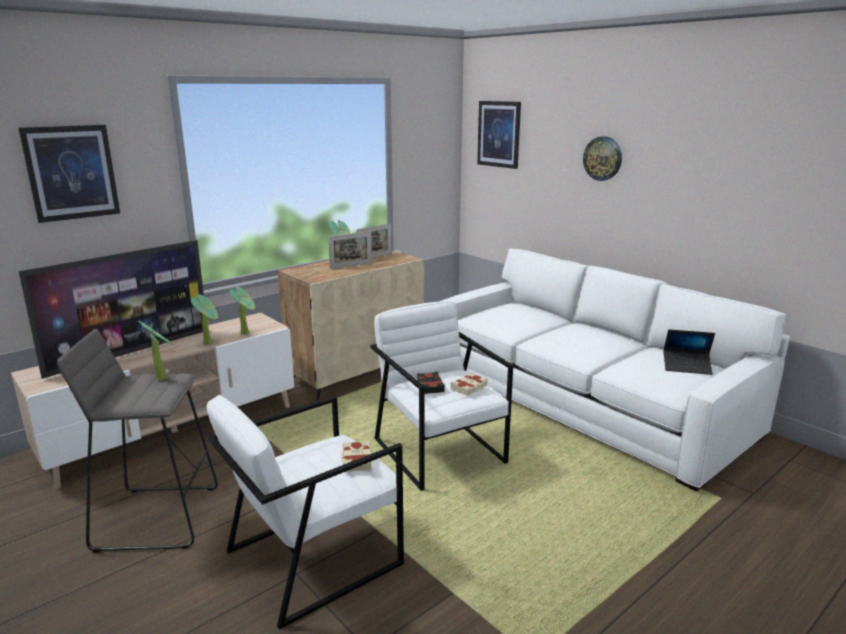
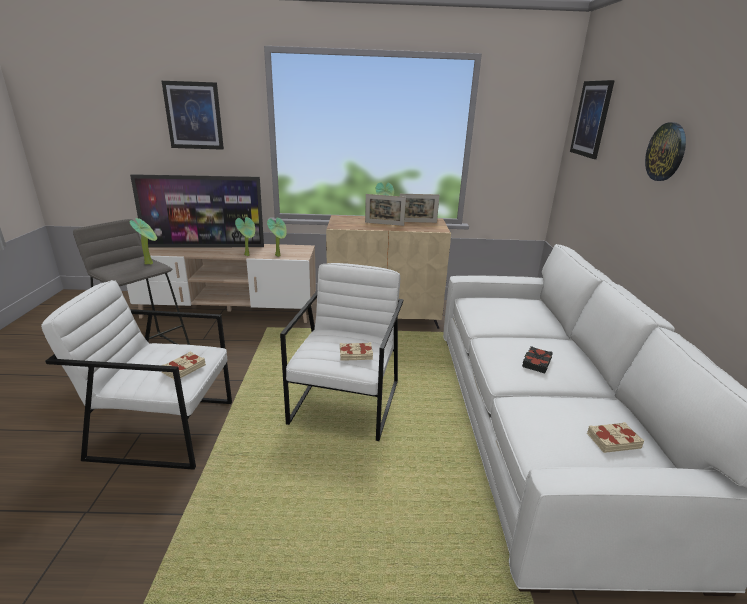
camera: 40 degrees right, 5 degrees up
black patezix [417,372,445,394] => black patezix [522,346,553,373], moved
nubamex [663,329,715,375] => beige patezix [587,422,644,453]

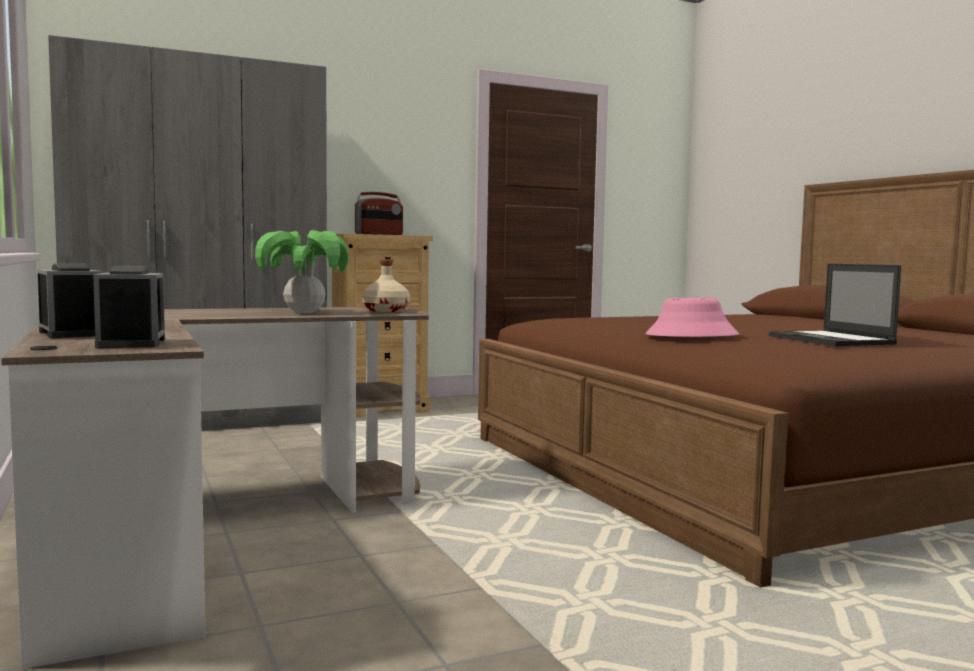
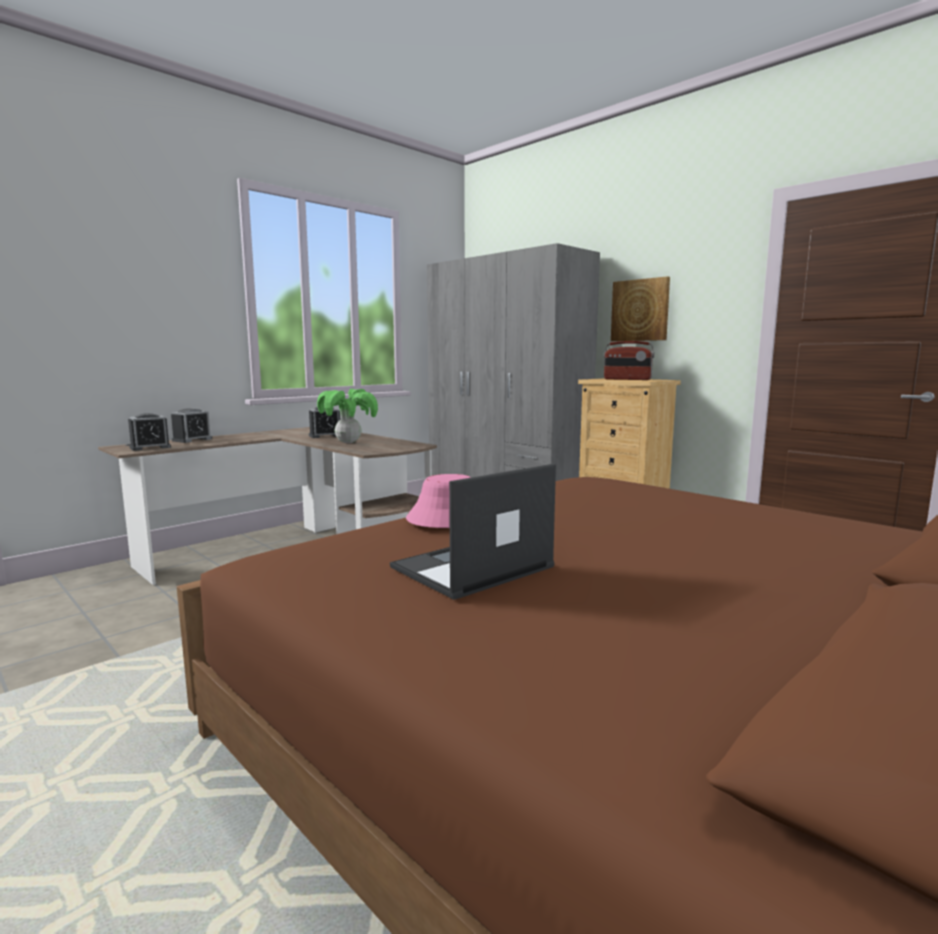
camera: 70 degrees right, 5 degrees up
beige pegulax [362,259,410,312] => nothing
nothing => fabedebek [309,407,340,438]
nothing => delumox [611,276,670,341]

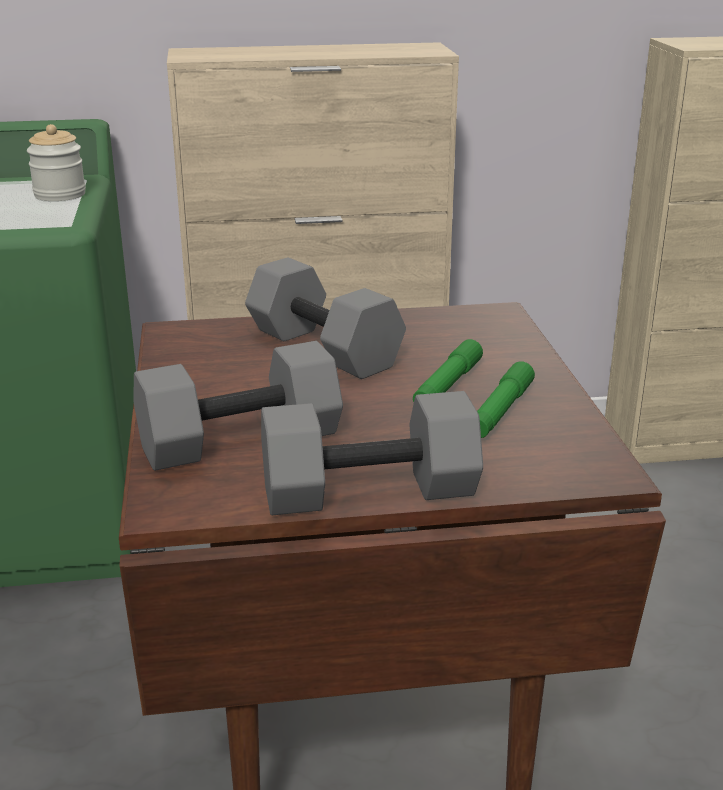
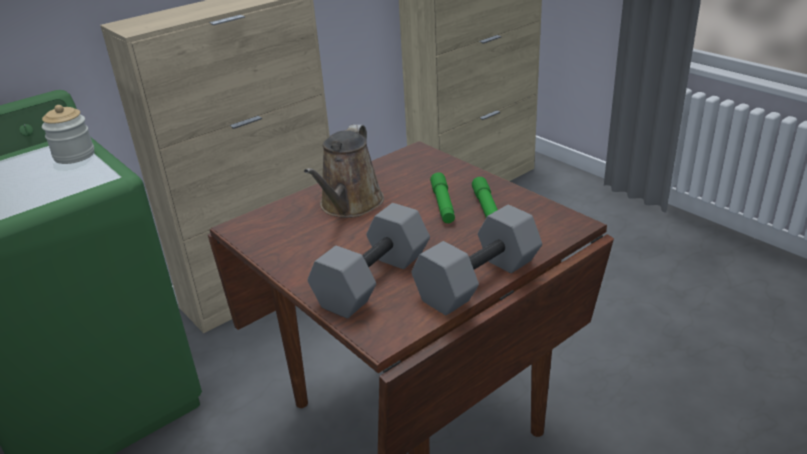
camera: 30 degrees left, 5 degrees up
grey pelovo [245,258,406,379] => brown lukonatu [304,125,384,218]

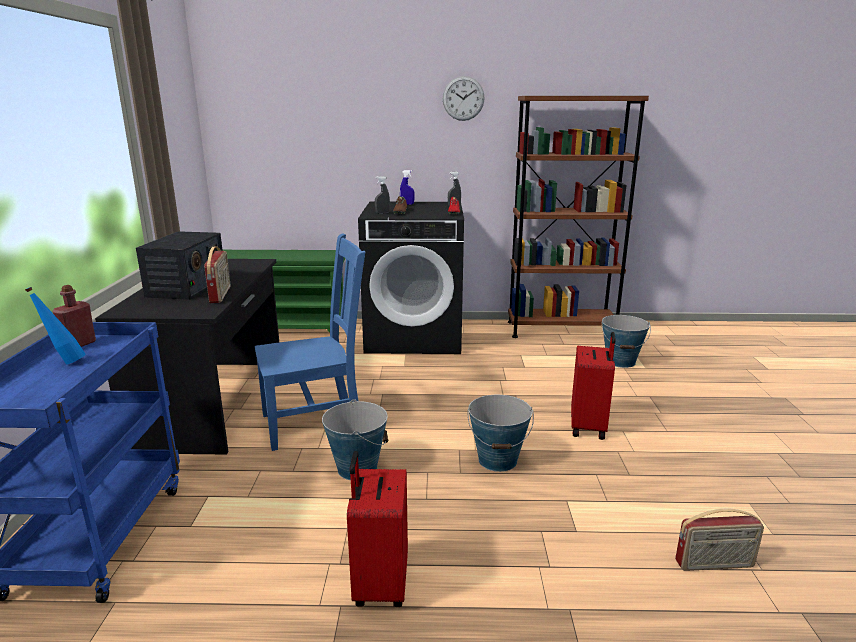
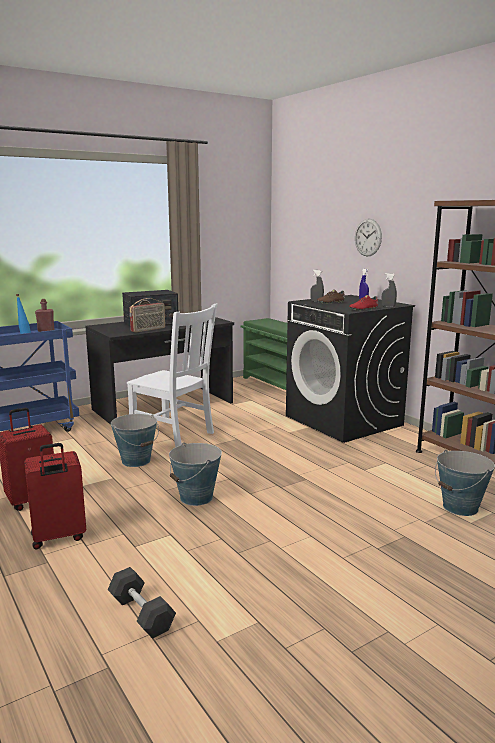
camera: 55 degrees right, 5 degrees down
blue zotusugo [255,233,365,451] => white zotusugo [127,303,217,447]
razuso [443,76,485,121] => razuso [355,219,382,256], moved
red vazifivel [571,332,616,440] => red vazifivel [24,443,86,549], moved
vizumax [675,509,764,571] => grey pelovo [108,567,176,639]

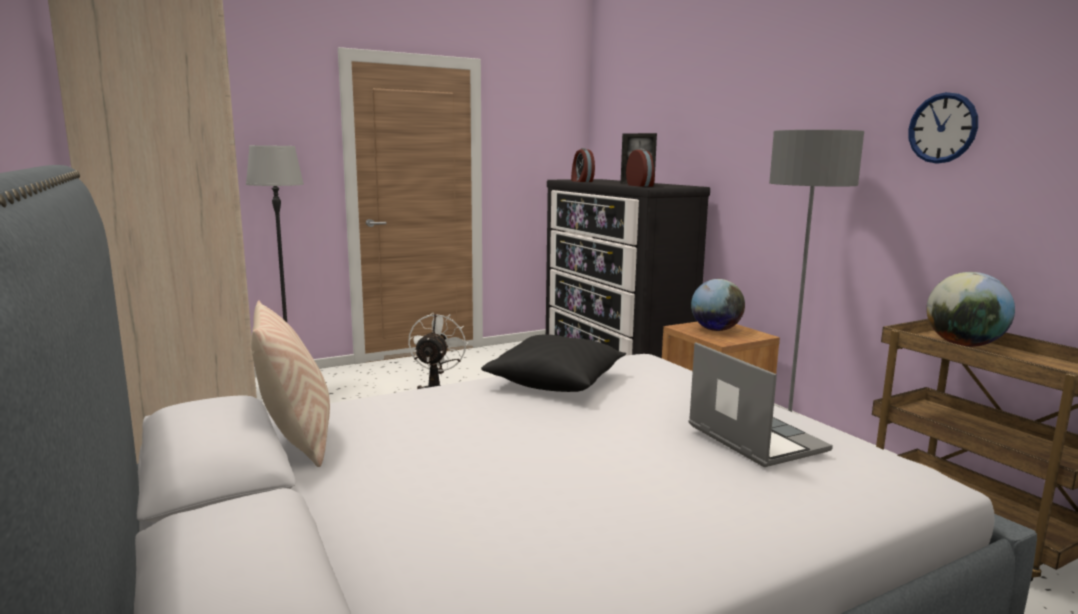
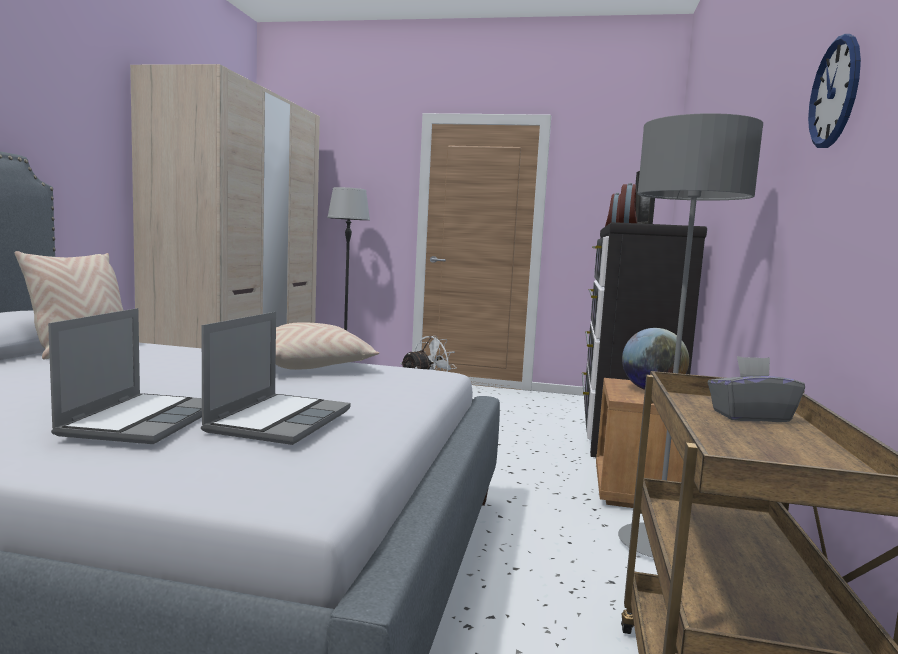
camera: 40 degrees right, 5 degrees down
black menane [481,334,626,392] => beige menane [276,322,379,370]
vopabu [926,272,1015,347] => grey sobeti [708,356,805,422]
nothing => nubamex [48,308,202,444]

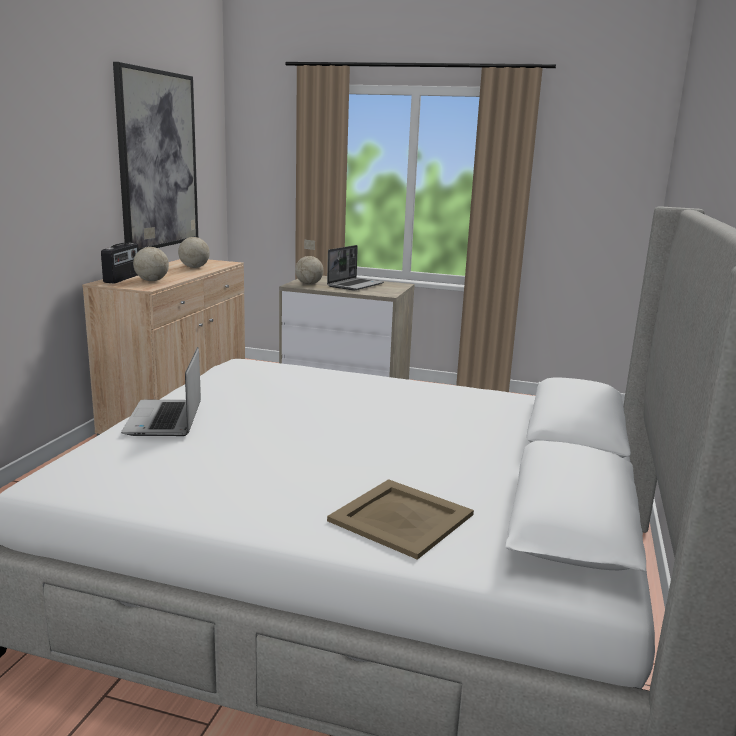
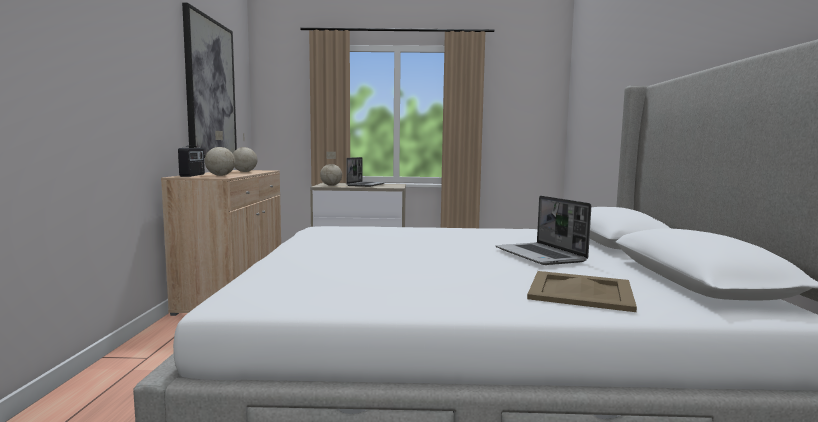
camera: 15 degrees left, 10 degrees down
nubamex [121,347,201,436] => nubamex [496,196,591,265], moved

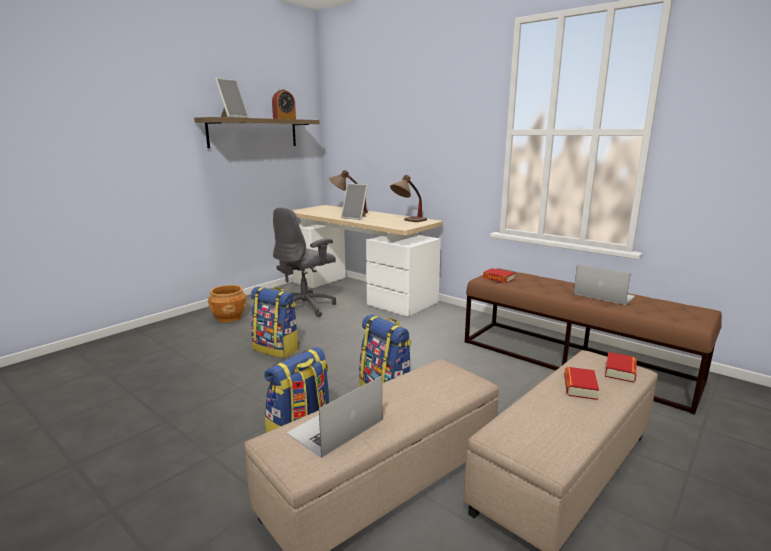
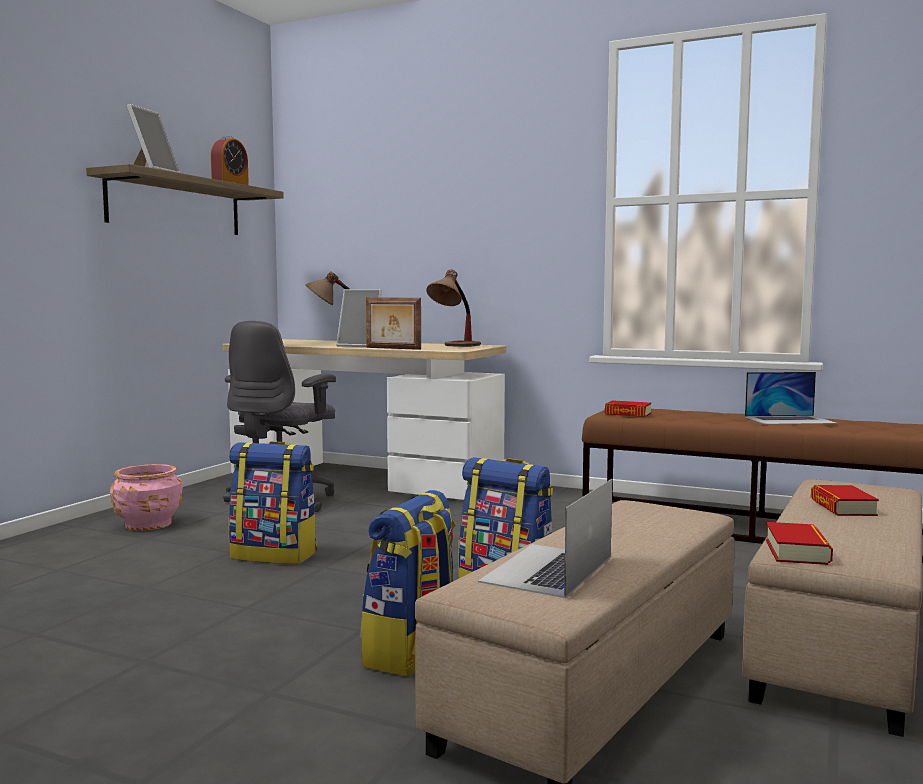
camera: 15 degrees left, 10 degrees down
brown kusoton [208,285,247,323] => pink kusoton [110,464,183,531]
nubamex [574,264,635,305] => nubamex [745,372,838,425], 150 degrees clockwise
patezix [605,352,636,382] => patezix [766,522,833,565], moved
nothing => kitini [366,298,421,350]

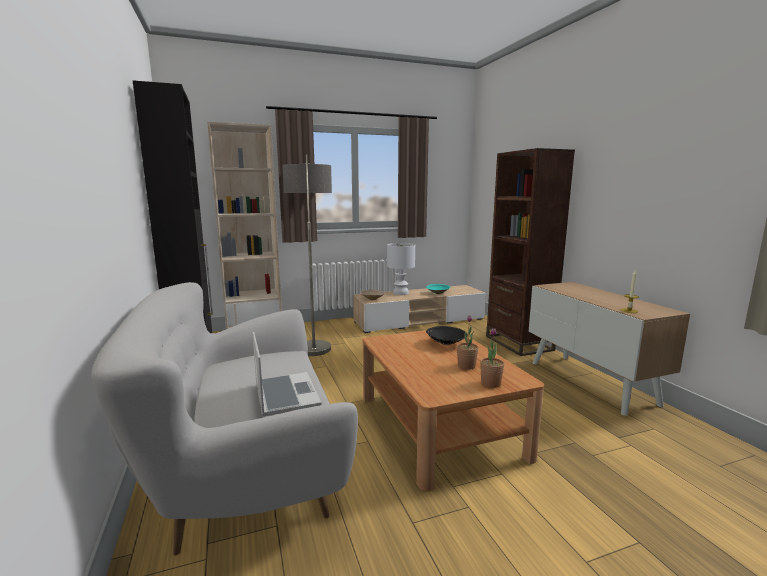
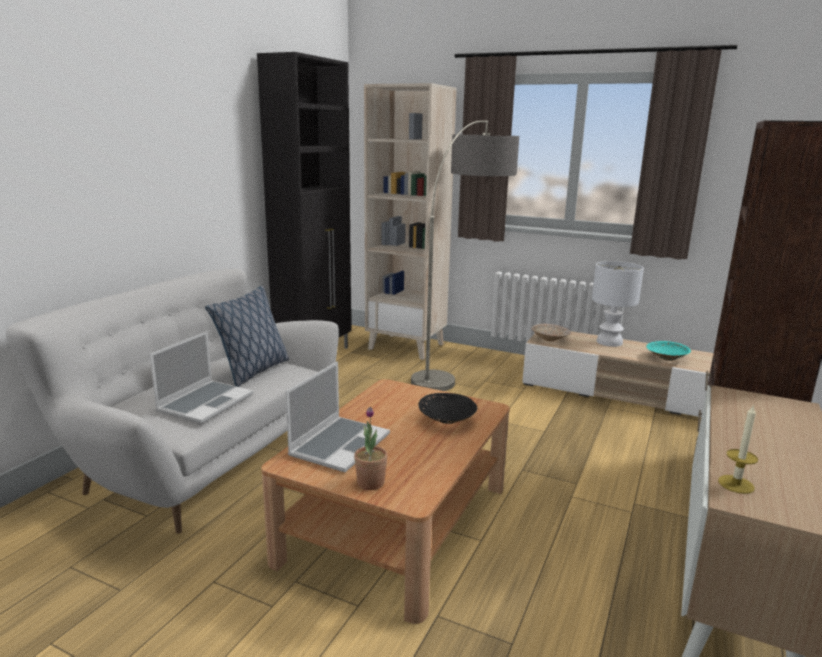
camera: 45 degrees right, 5 degrees up
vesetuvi [457,315,478,370] => nothing
nothing => menane [205,286,289,387]
nothing => nubamex [285,362,390,472]

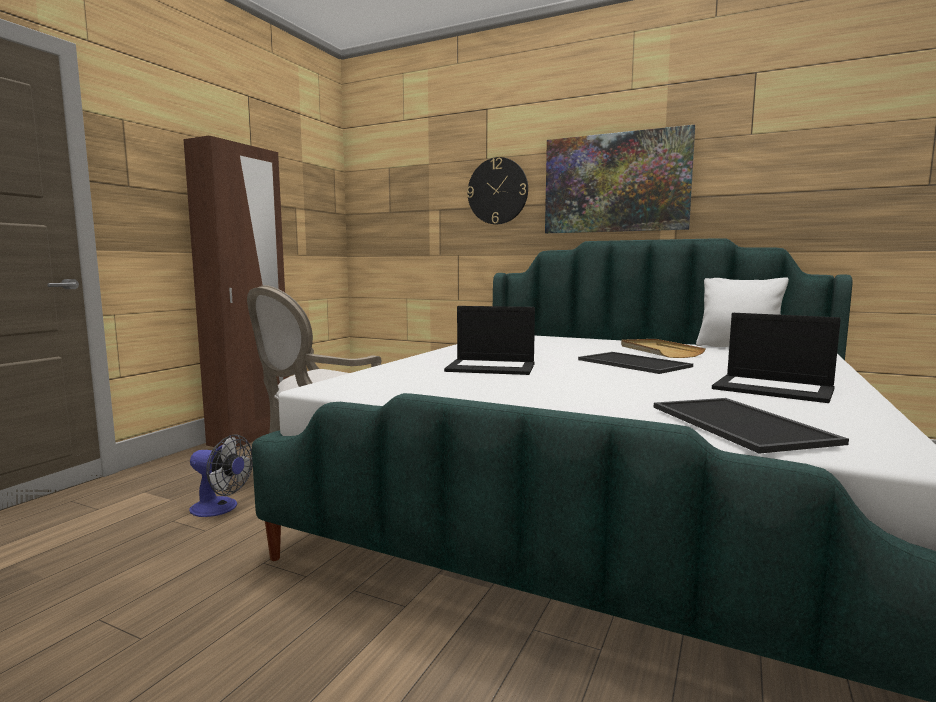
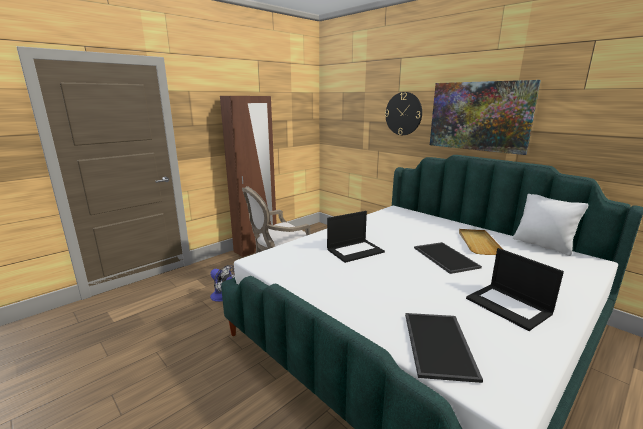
camera: 20 degrees right, 10 degrees up
nubamex [444,306,535,375] => nubamex [327,211,385,263], 60 degrees counterclockwise

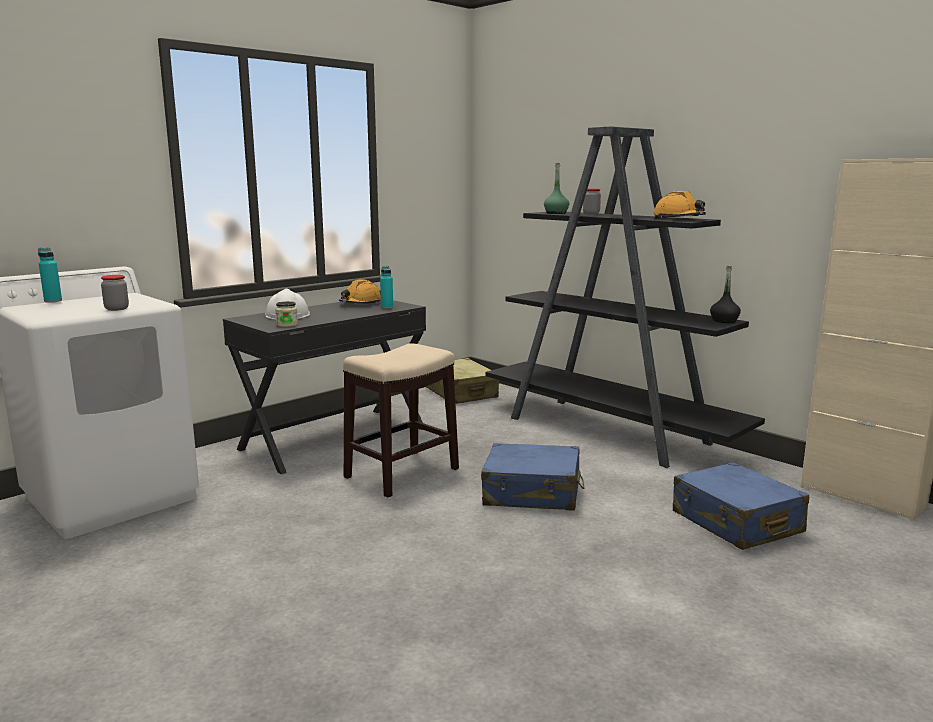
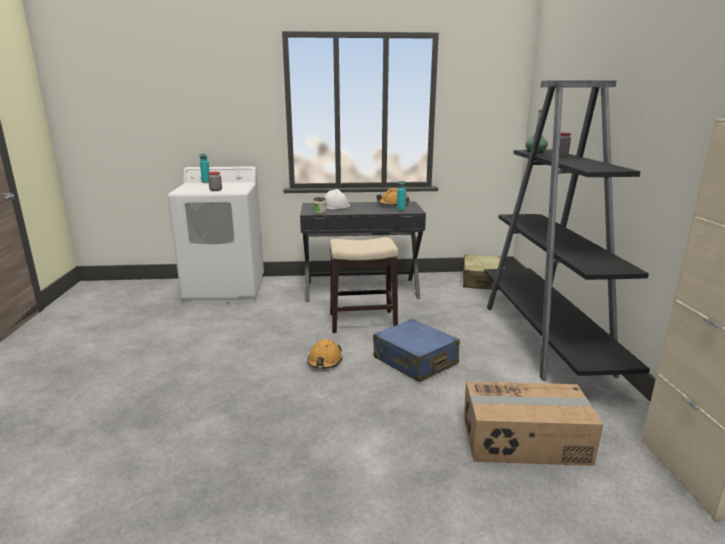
camera: 40 degrees right, 5 degrees up
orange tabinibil [653,191,706,218] => orange tabinibil [307,339,343,369], moved
blue vazifivel [673,462,809,550] => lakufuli [464,381,603,466]
black pegulax [710,266,741,323] => nothing

